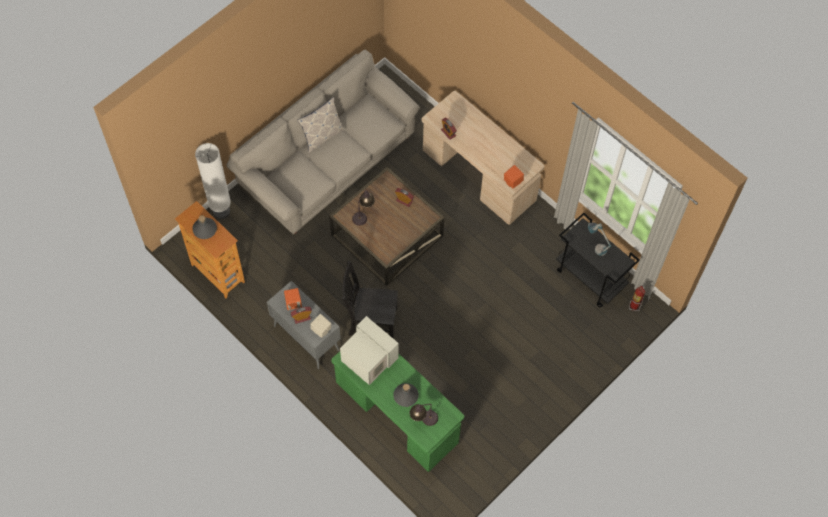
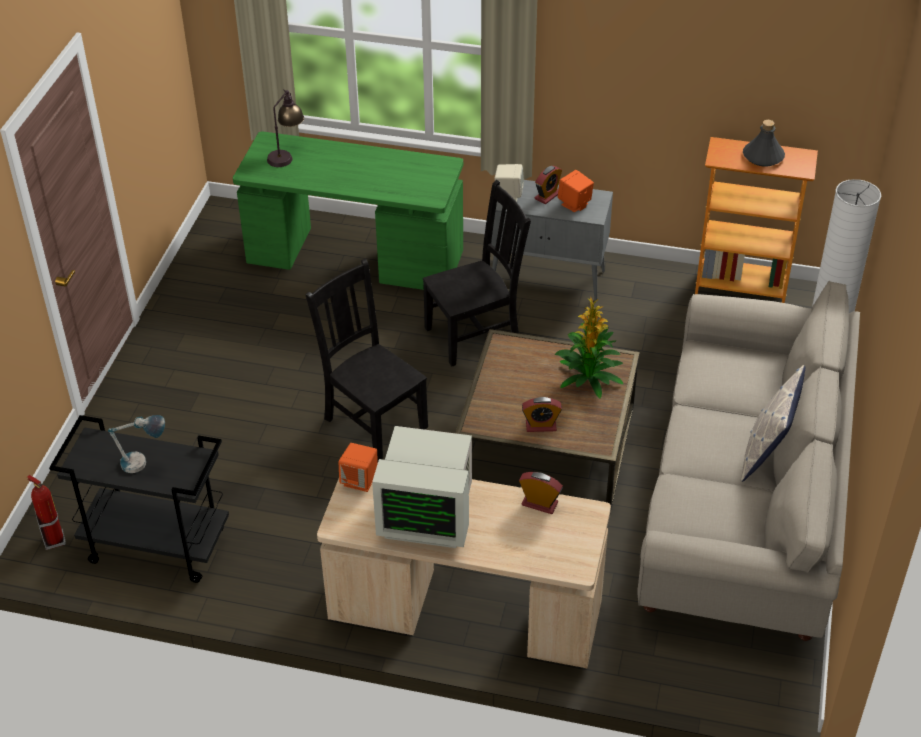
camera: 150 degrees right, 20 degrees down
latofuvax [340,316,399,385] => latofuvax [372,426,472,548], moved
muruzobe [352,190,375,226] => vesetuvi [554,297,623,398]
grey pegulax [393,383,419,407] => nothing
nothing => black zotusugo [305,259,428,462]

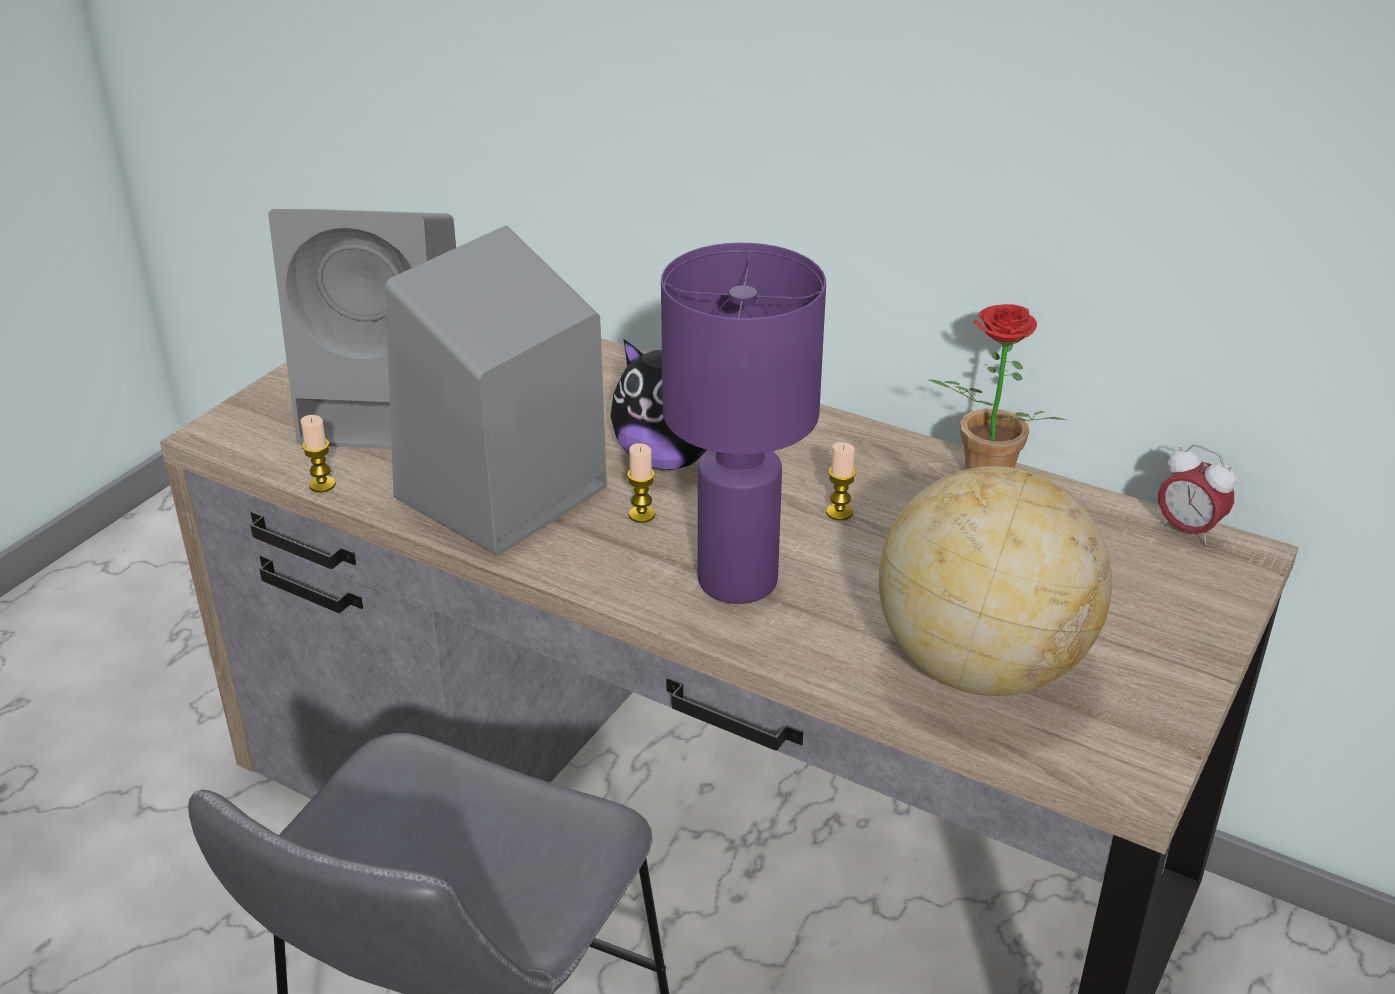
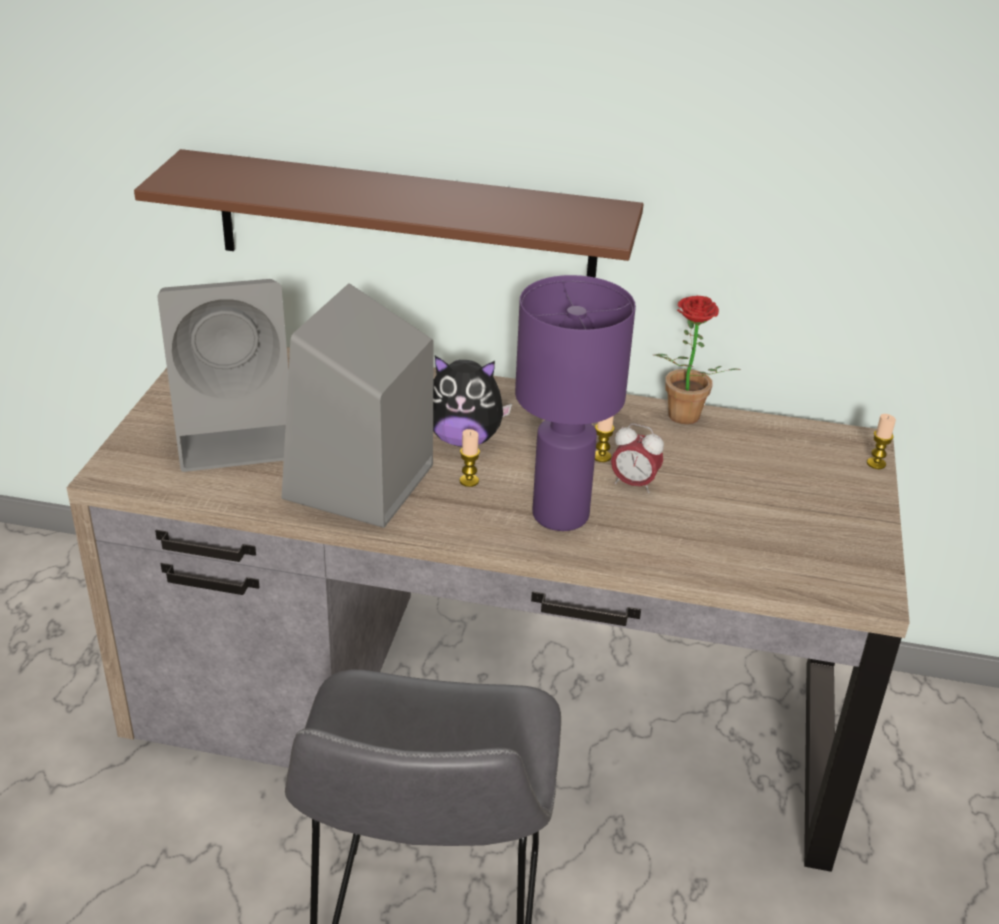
camera: 20 degrees left, 0 degrees up
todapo [301,415,336,493] => todapo [867,414,896,469], moved
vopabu [878,466,1112,696] => nothing
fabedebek [1158,444,1236,546] => fabedebek [611,424,664,493], moved
nothing => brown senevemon [134,149,643,278]

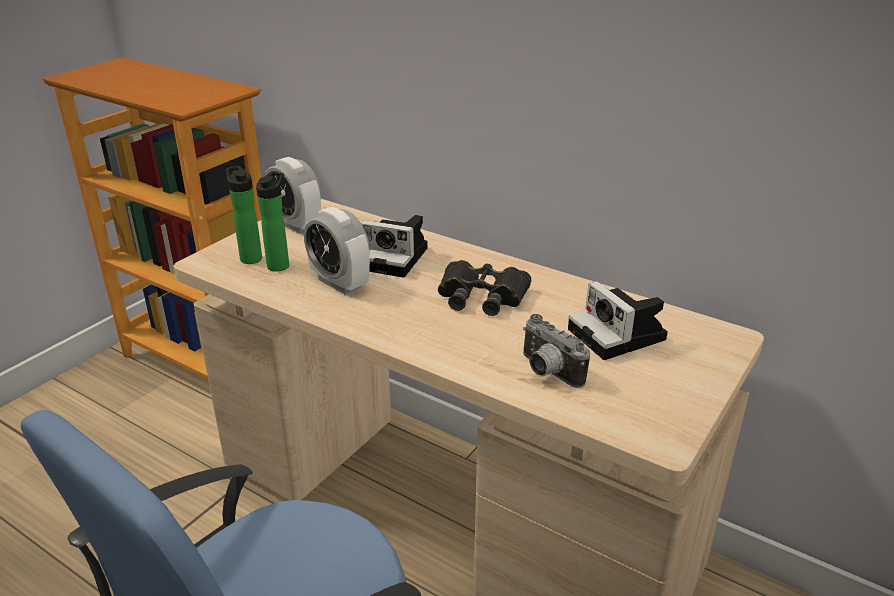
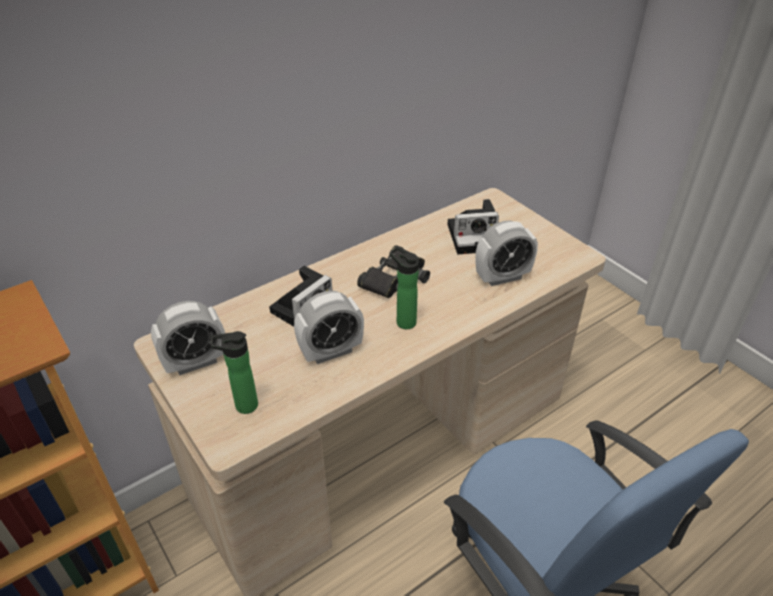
camera: 70 degrees left, 10 degrees up
pegulax [256,171,289,272] => pegulax [389,246,419,329], moved
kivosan [523,314,590,388] => fabedebek [476,220,538,286]

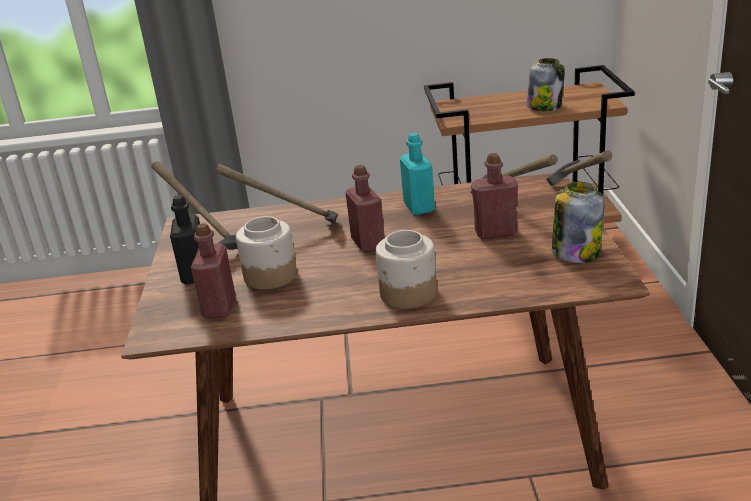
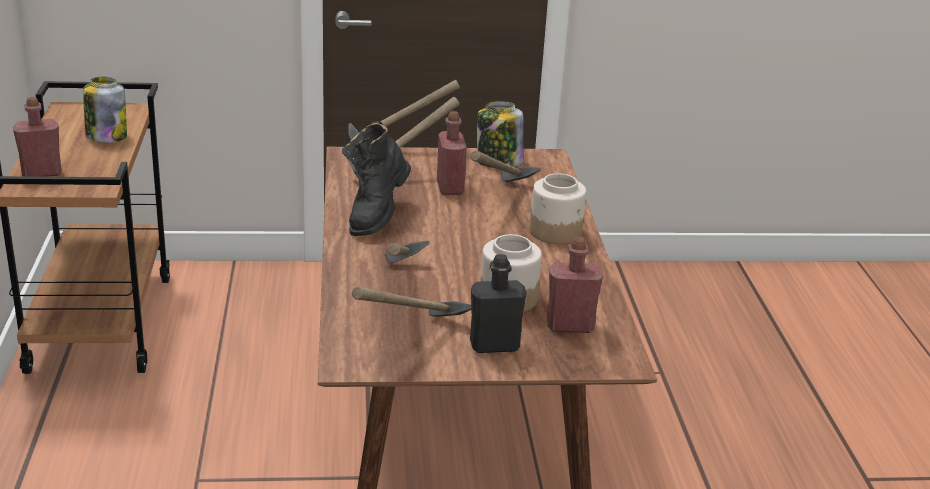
camera: 95 degrees left, 0 degrees up
red pegulax [345,165,385,253] => red pegulax [13,97,62,177], moved
turquoise pegulax [400,133,435,215] => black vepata [342,121,411,236]
nothing => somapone [470,151,541,182]

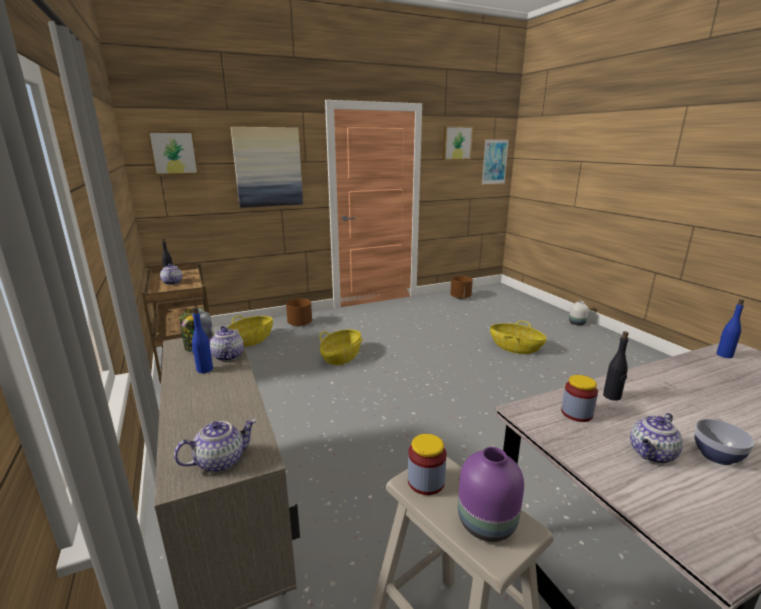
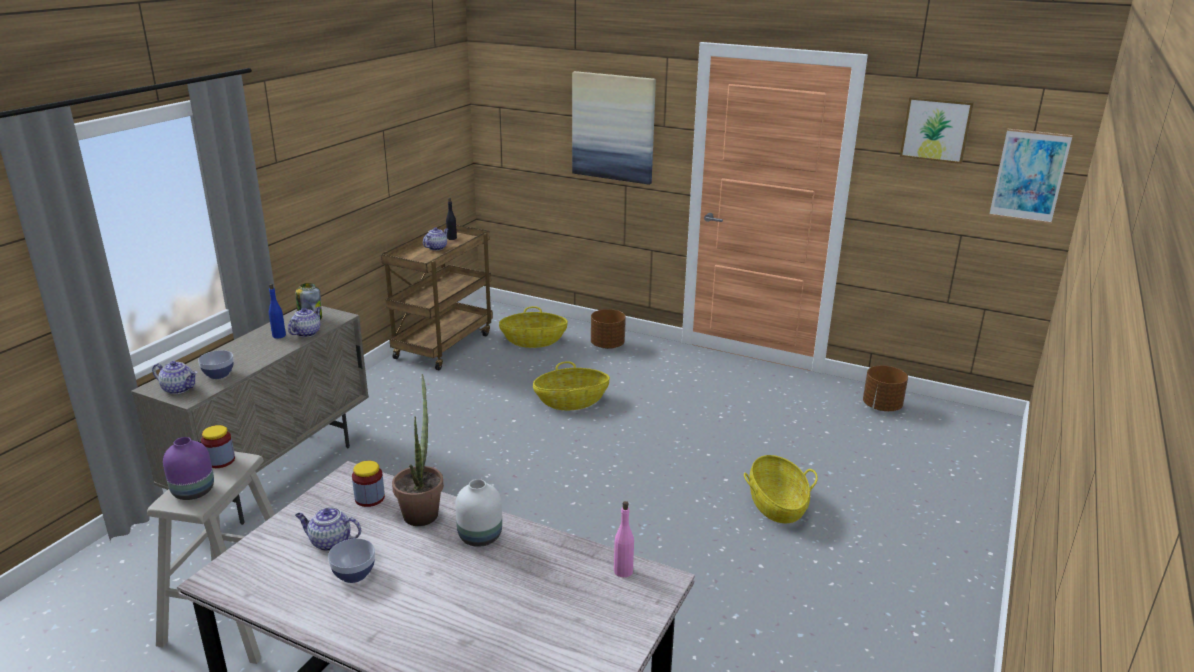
camera: 50 degrees right, 5 degrees up
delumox [148,131,199,175] => nothing
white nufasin [569,301,589,325] => white nufasin [455,479,502,547], moved
black pegulax [603,331,629,401] => vesetuvi [392,374,444,526]
blue pegulax [716,299,744,358] => pink pegulax [614,501,634,577]
nothing => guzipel [198,350,234,379]

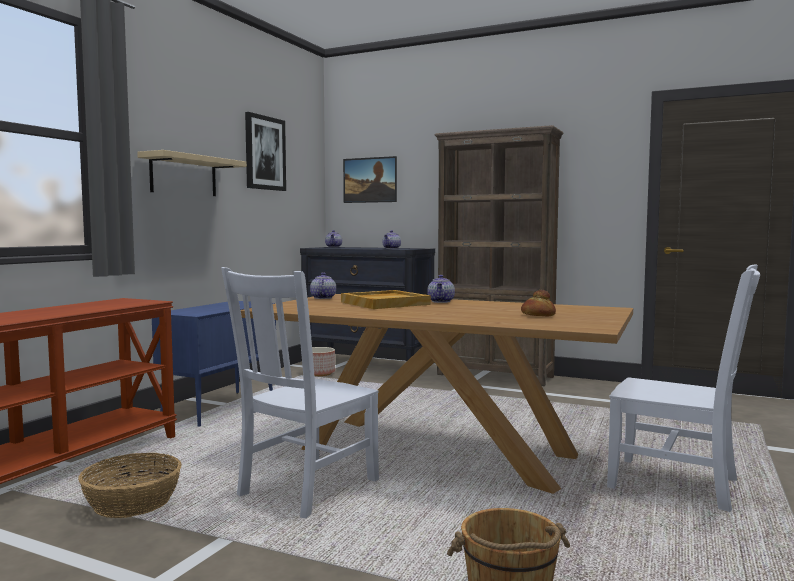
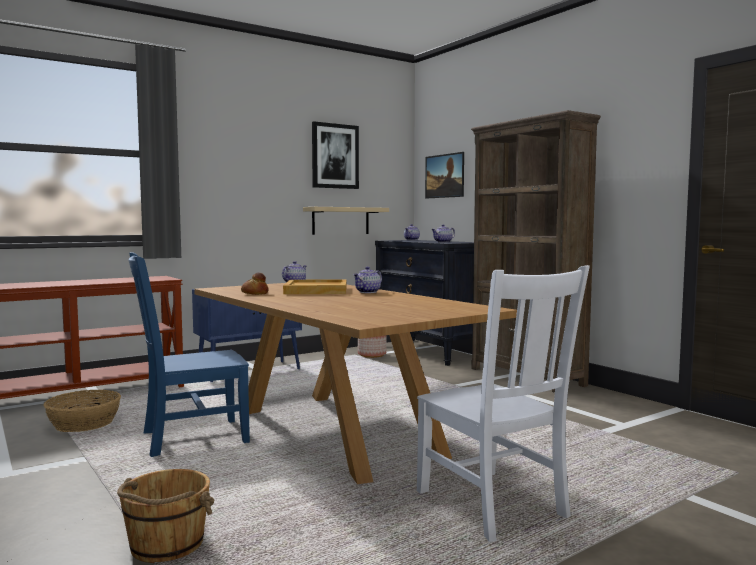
camera: 30 degrees right, 0 degrees up
beige senevemon [137,150,247,196] => beige senevemon [303,207,389,235], moved
white zotusugo [221,267,379,518] => blue zotusugo [128,252,250,457]
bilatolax [521,289,556,316] => bilatolax [241,272,269,295], moved

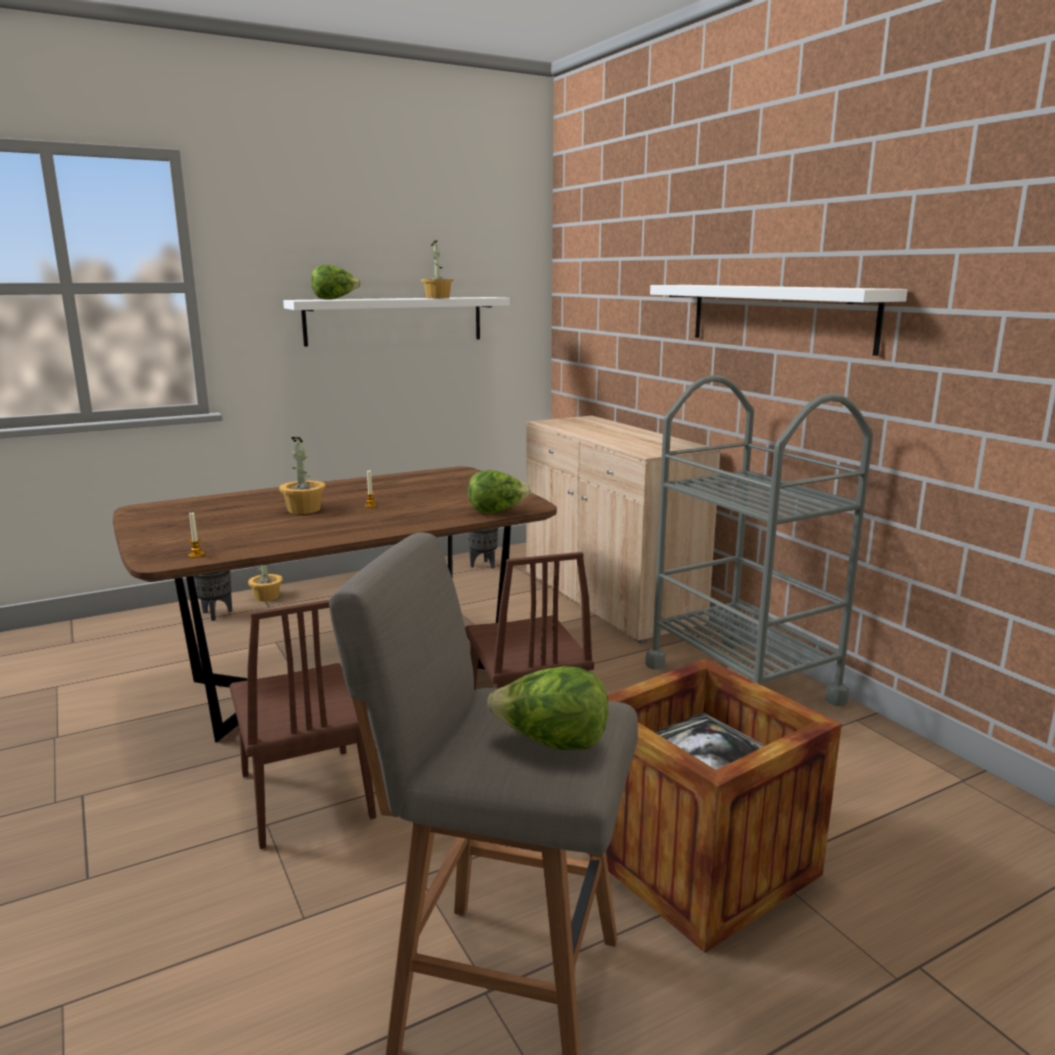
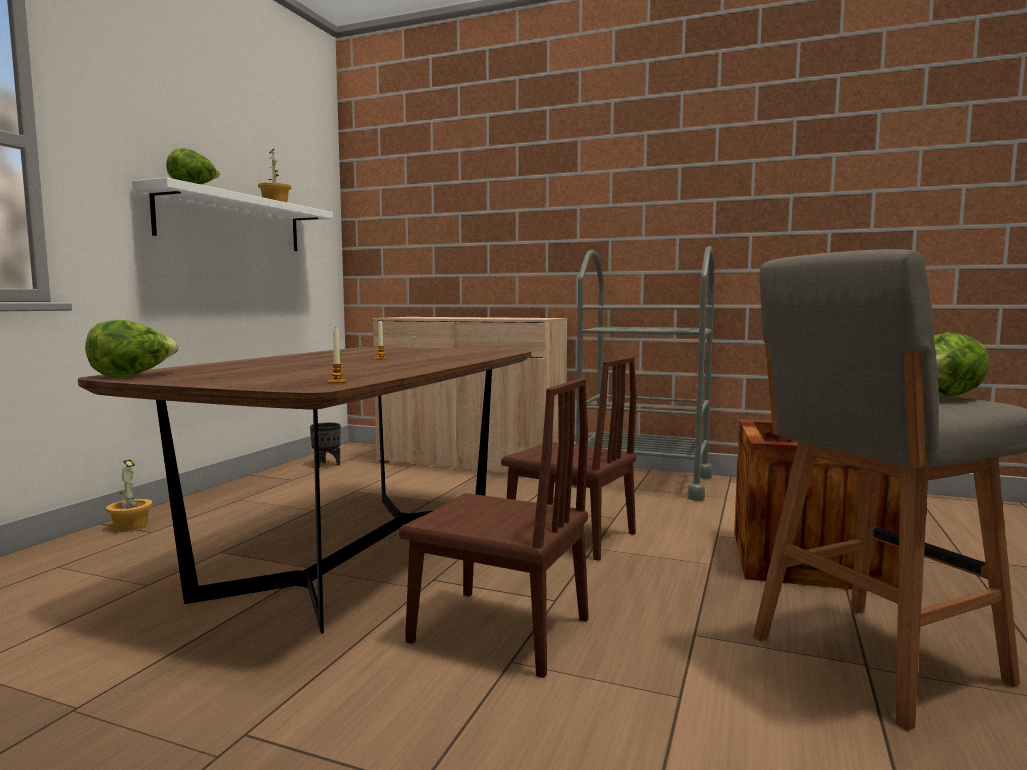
camera: 40 degrees left, 10 degrees down
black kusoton [193,570,232,621] => nothing
vesetuvi [279,437,326,514] => nothing
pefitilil [468,470,532,514] => pefitilil [85,320,179,377], moved
white senevemon [650,285,908,356] => nothing

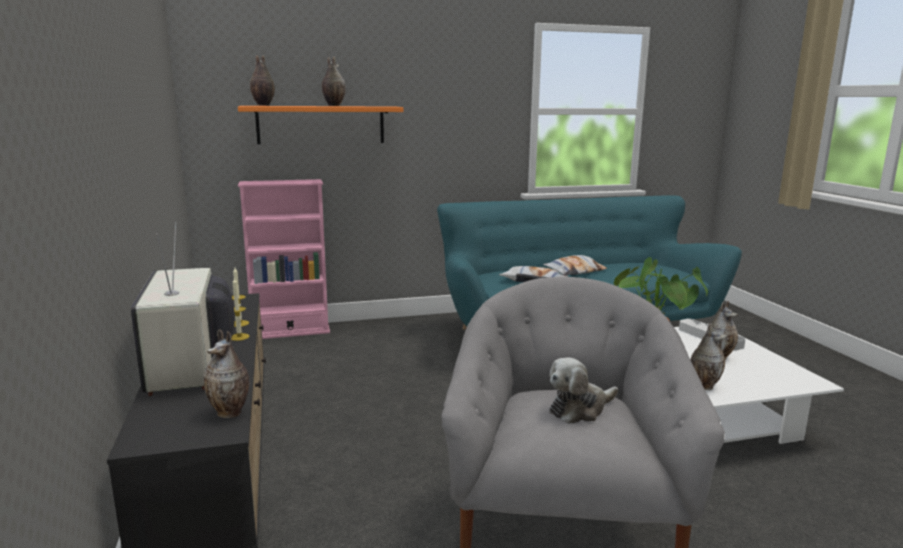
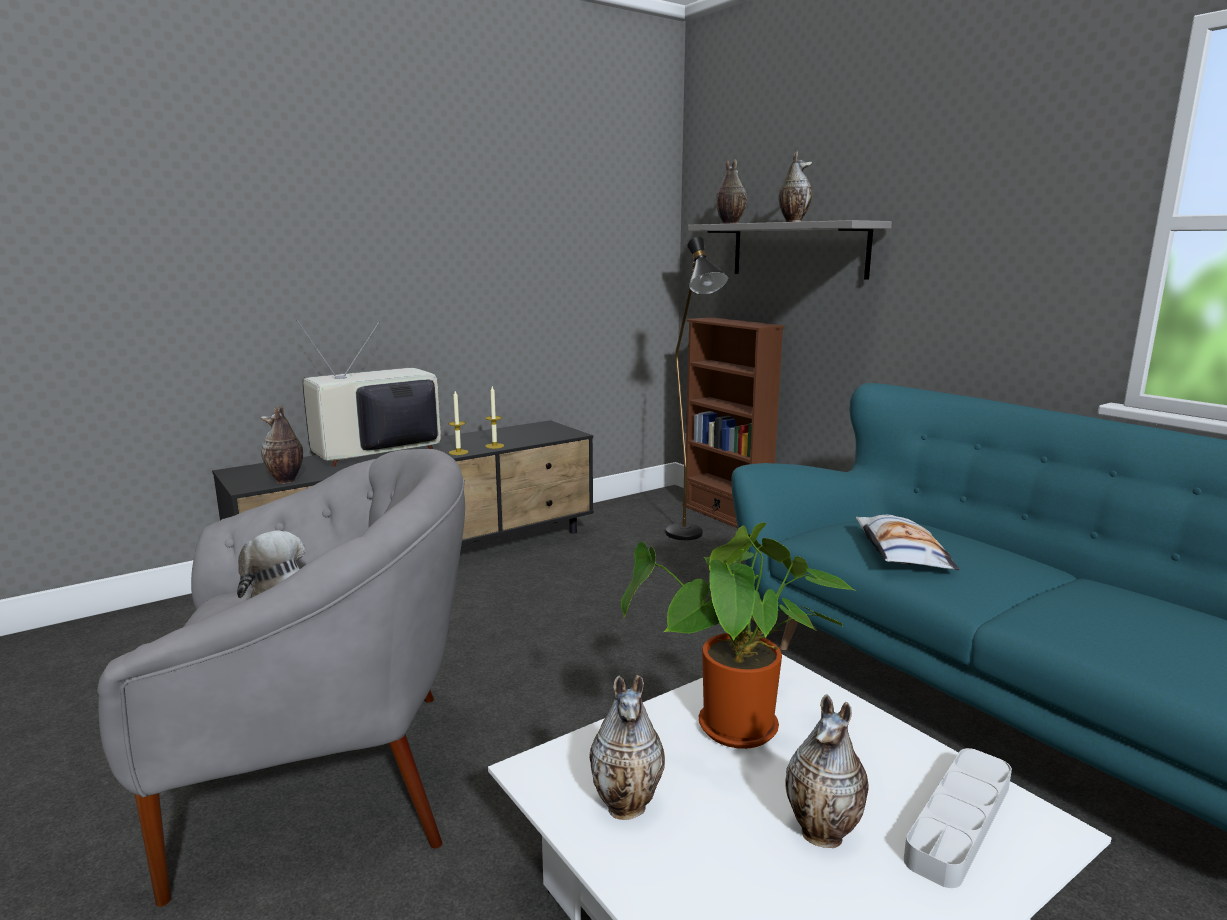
camera: 70 degrees right, 0 degrees up
orange senevemon [238,106,403,144] => grey senevemon [688,220,892,280]
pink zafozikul [238,179,330,339] => brown zafozikul [682,317,785,528]
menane [543,255,607,275] => nothing
nothing => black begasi [666,237,729,540]

